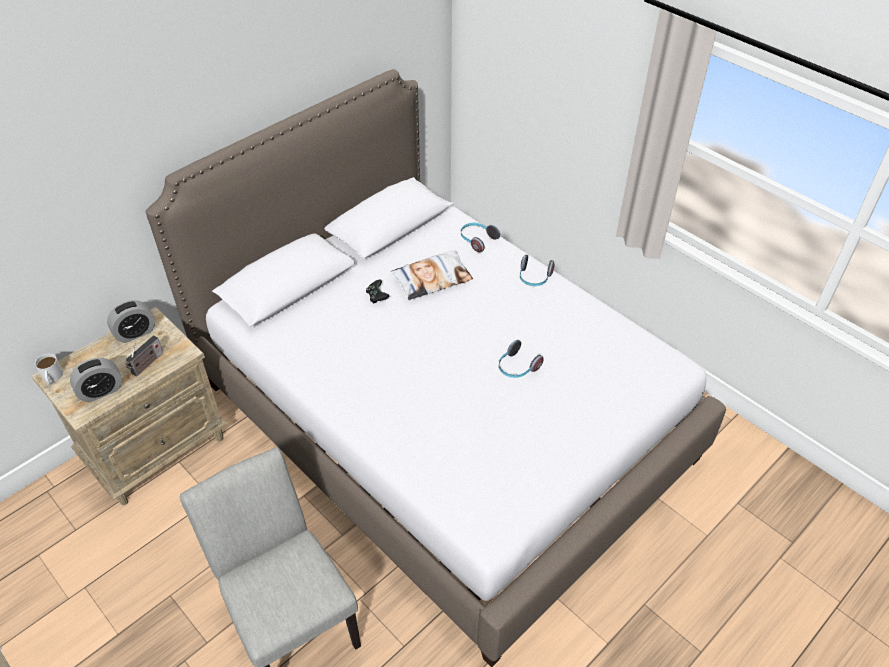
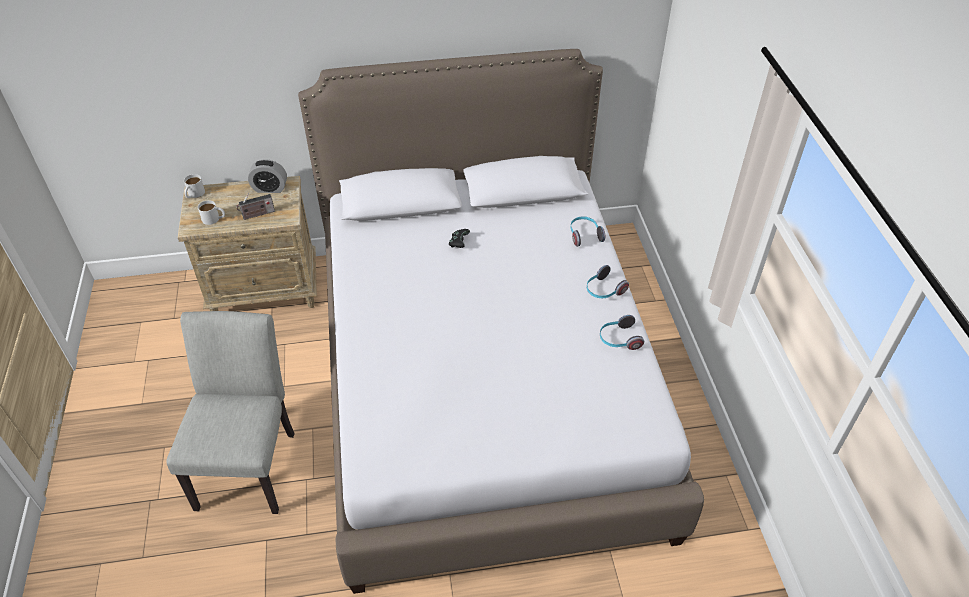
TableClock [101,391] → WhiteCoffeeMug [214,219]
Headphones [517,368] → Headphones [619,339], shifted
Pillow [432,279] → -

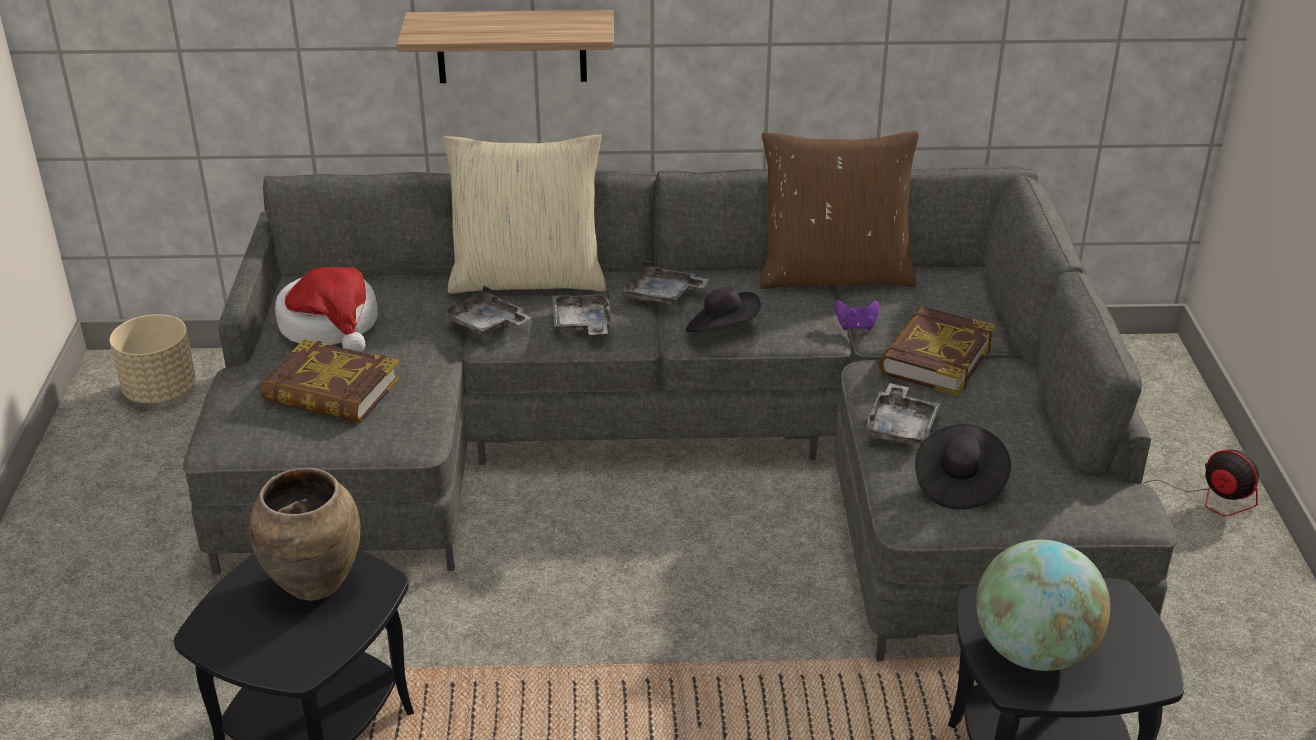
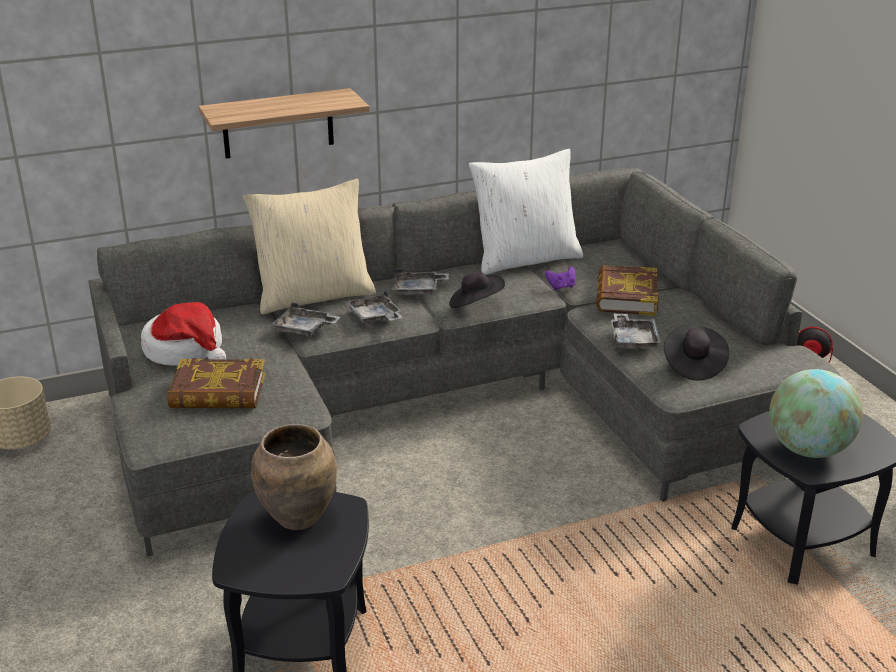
BrownishPillow [834,274] → WhitePillow [525,259]

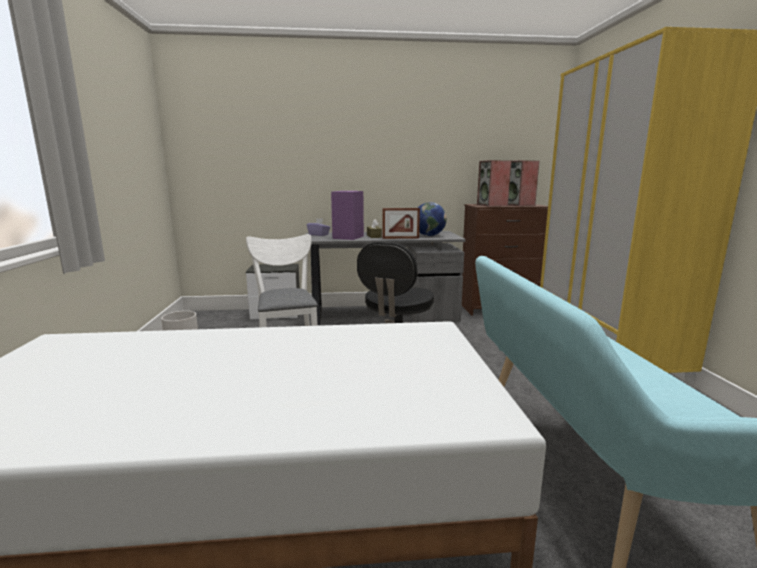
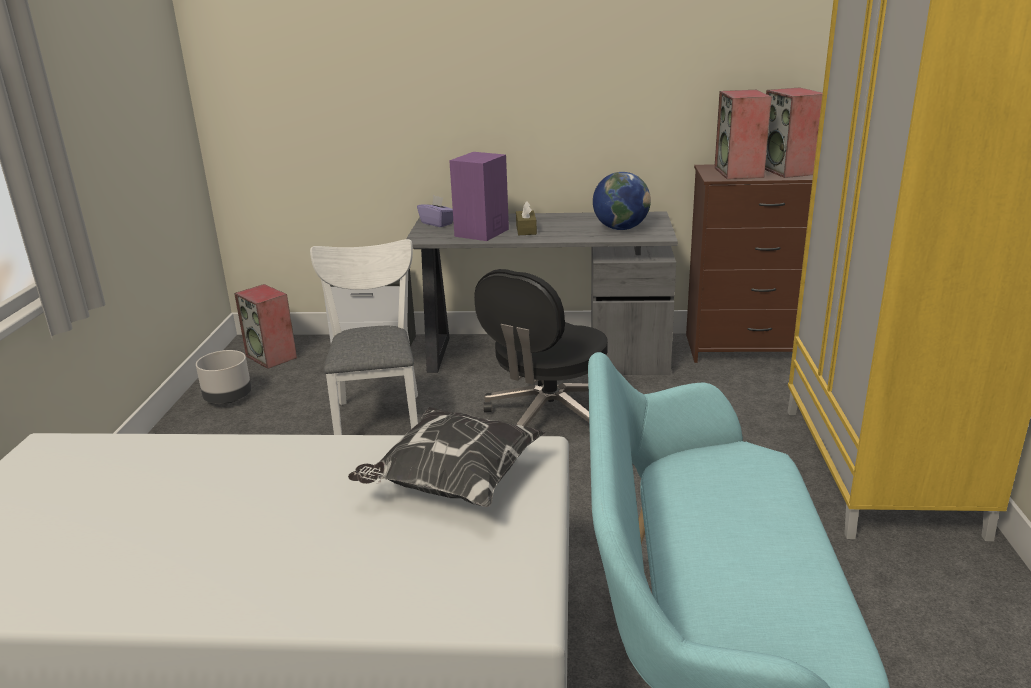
- → AudioSpeaker [272,357]
- → Pillow [452,484]
PictureFrame [400,238] → -

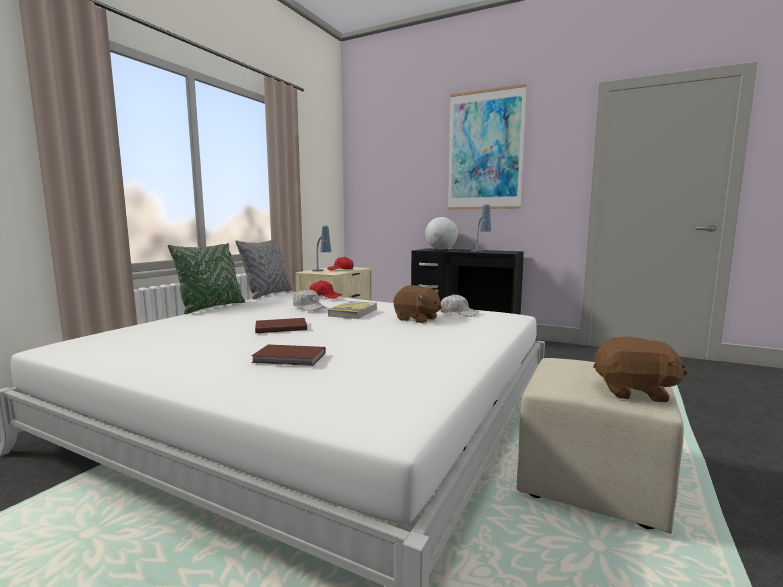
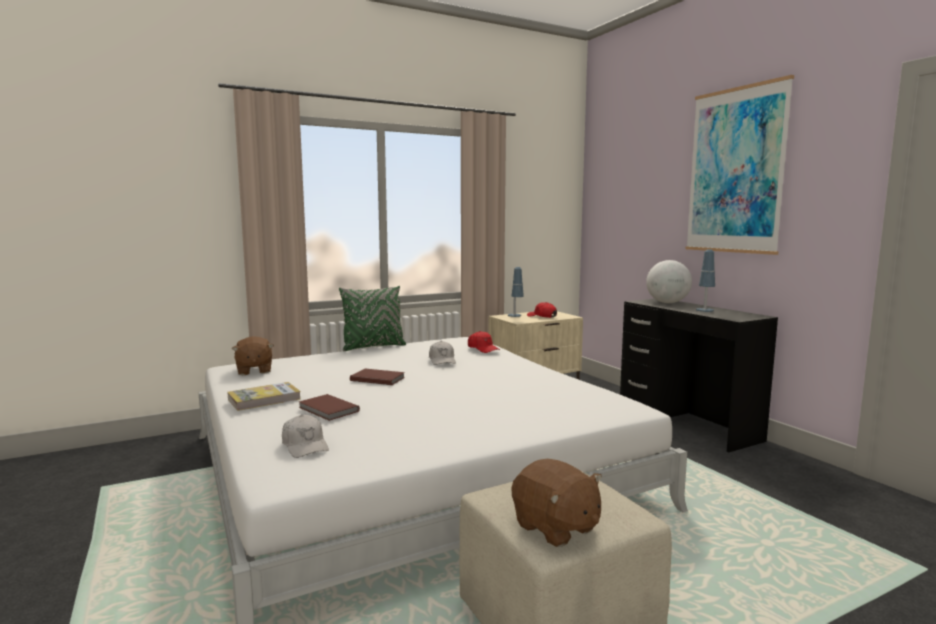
Volume [353,312] → Volume [264,399], shifted
BrownishSoftToy [417,319] → BrownishSoftToy [254,370], shifted
WhiteCap [458,313] → WhiteCap [305,445], shifted
GreyPillow [267,294] → -

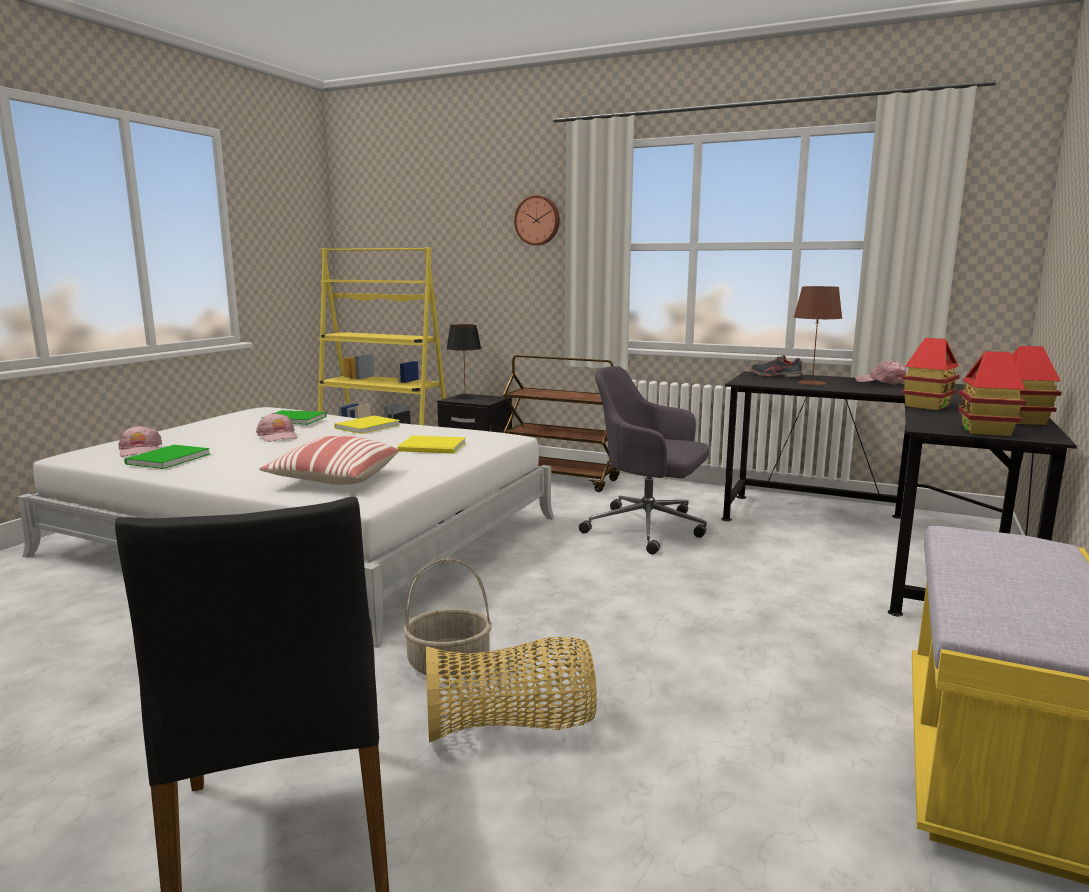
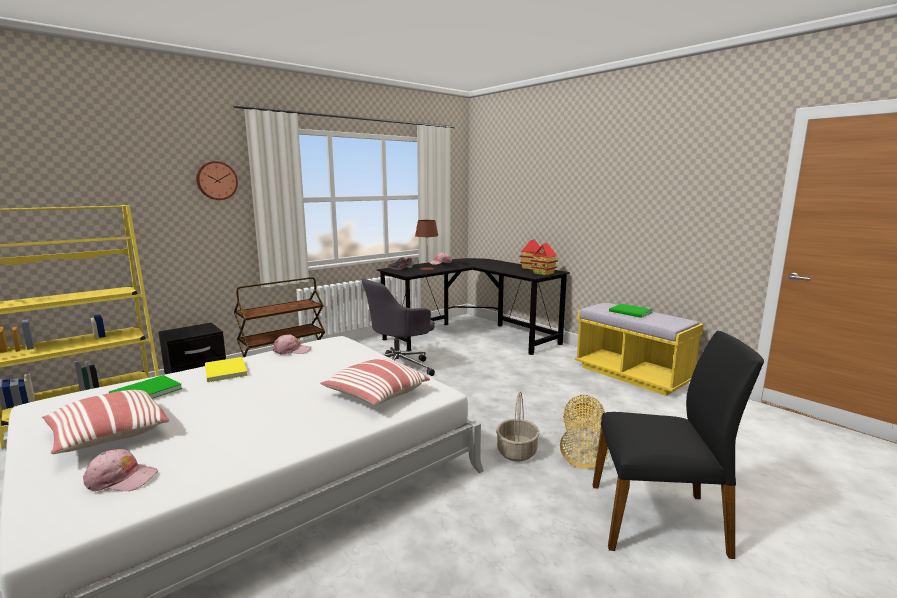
- → Pillow [107,435]
PinkCap [278,436] → PinkCap [291,350], shifted
GreenColouredVolume [165,459] → GreenColouredVolume [631,312], shifted
YellowVolume [434,447] → -
BlackTabletopLamp [465,397] → -
ModelHouse [927,406] → -

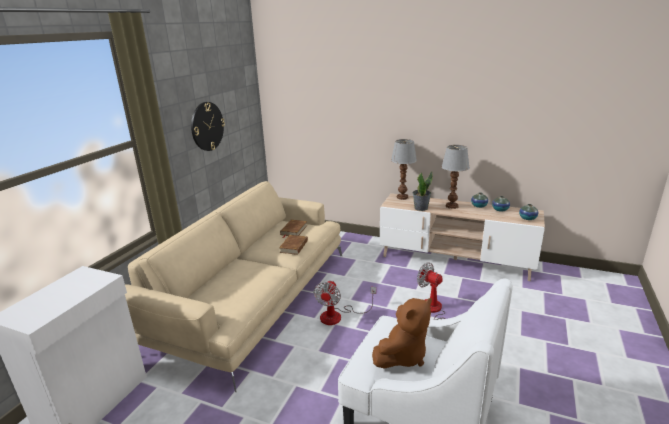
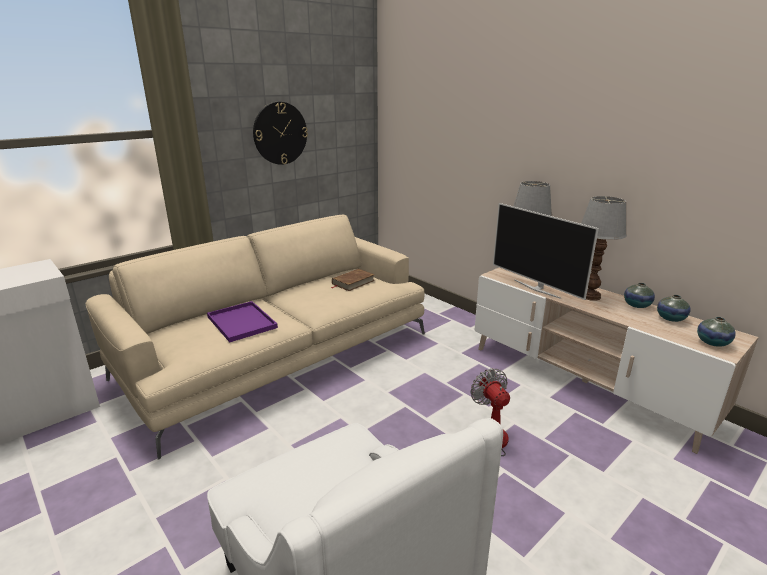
- → PurplishTray [243,322]
PlantInAPot [420,208] → Tv [537,288]
BrownishVolume [294,246] → -
Fan [338,316] → -
BrownishSoftToy [402,356] → -

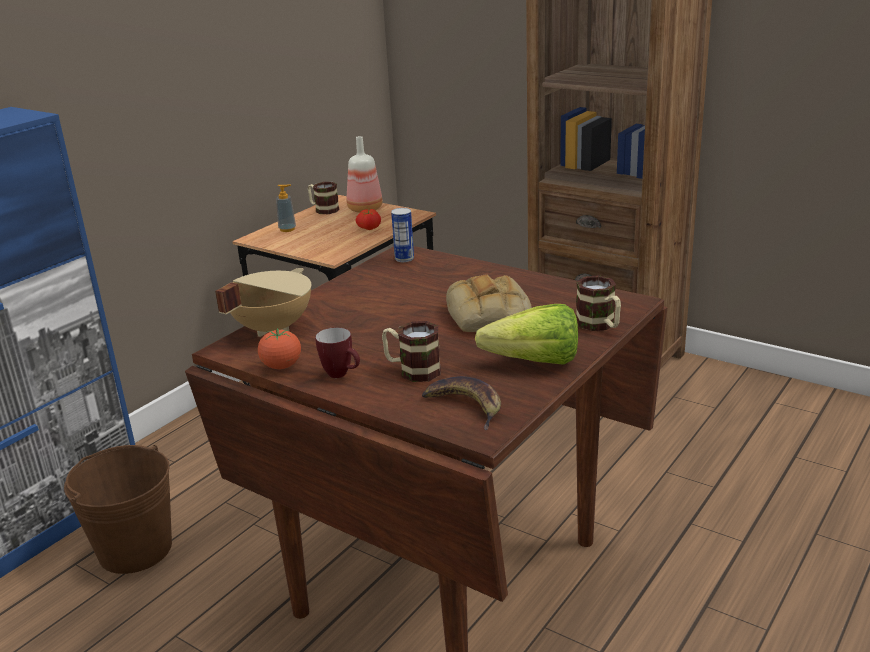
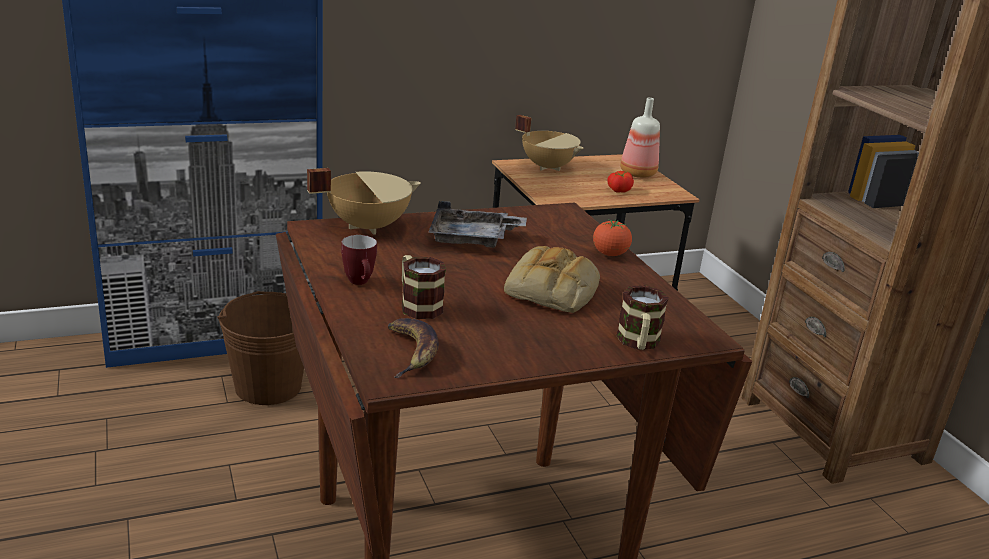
- → GreyTray [472,239]
SoapDispenser [287,229] → BeigeStockpot [548,166]
Tomato [281,366] → Tomato [610,254], shifted
CoffeeMug [323,209] → -
Can [404,259] → -
Lettuce [526,362] → -

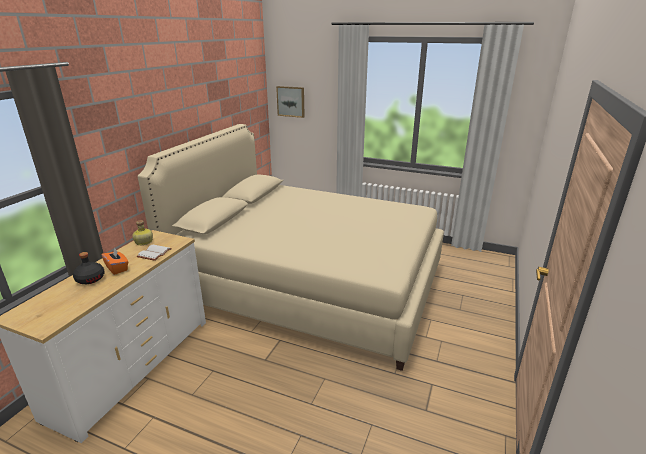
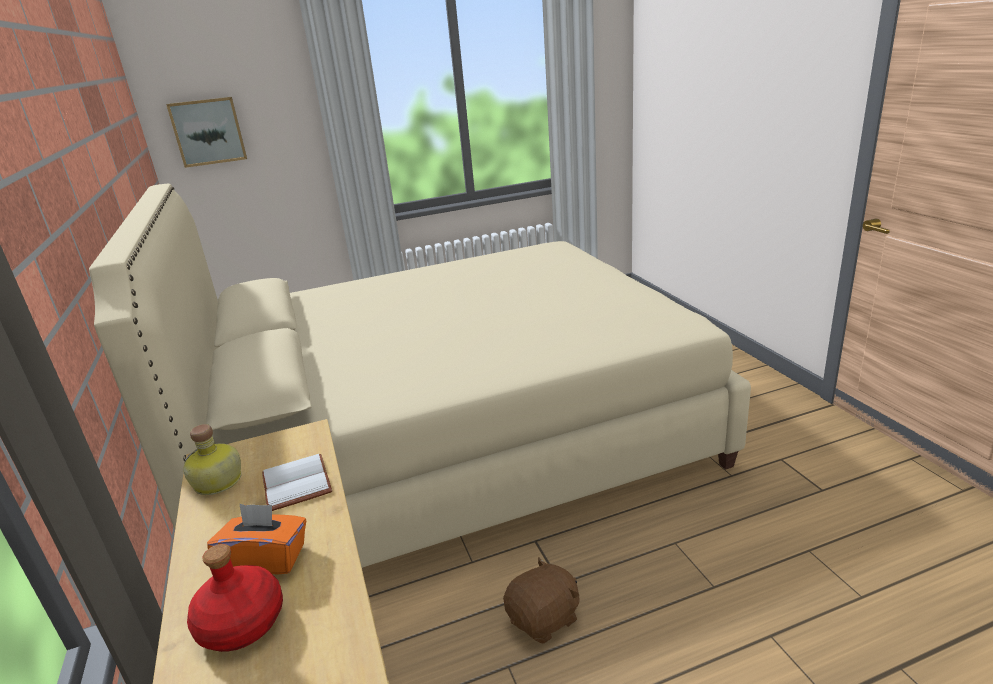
BlackDrinkBottle [90,279] → RedColouredDrinkBottle [241,623]
- → BrownishSoftToy [544,619]

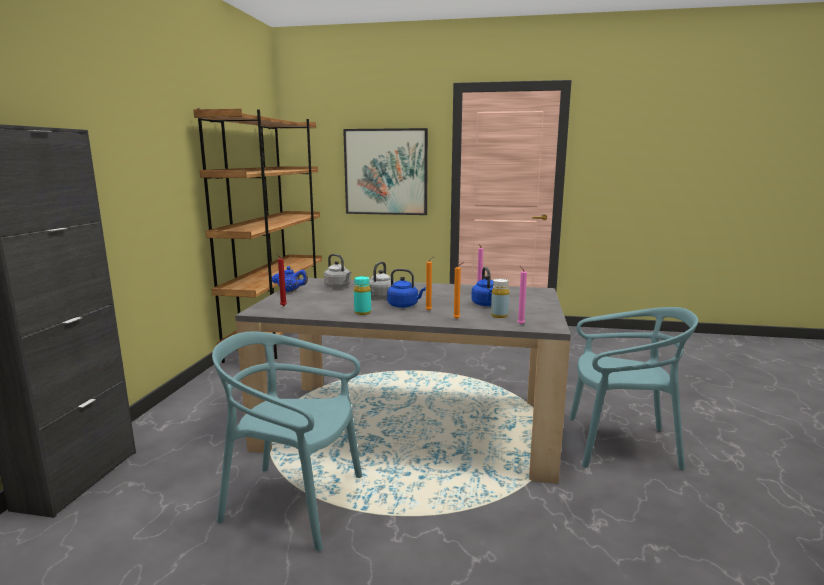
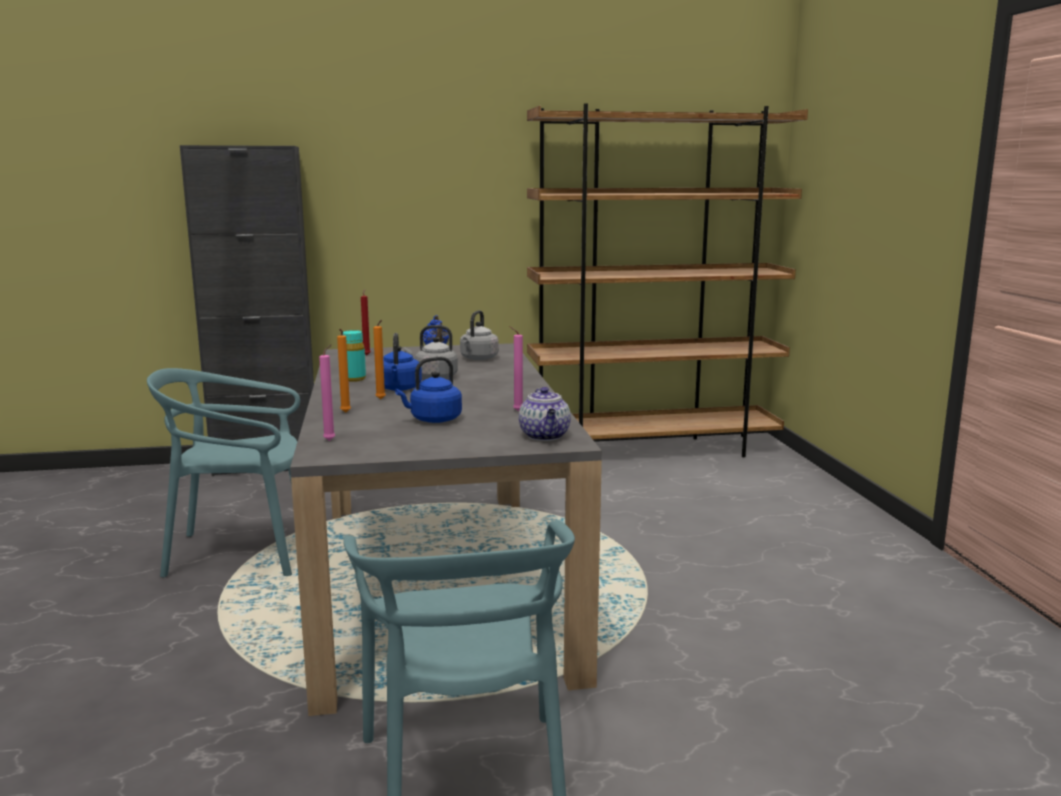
TurquoiseChair [294,502] → TurquoiseChair [240,552], 90 degrees counterclockwise
- → Teapot [545,436]
WallPicture [386,172] → -
YellowDrinkBottle [499,315] → -

